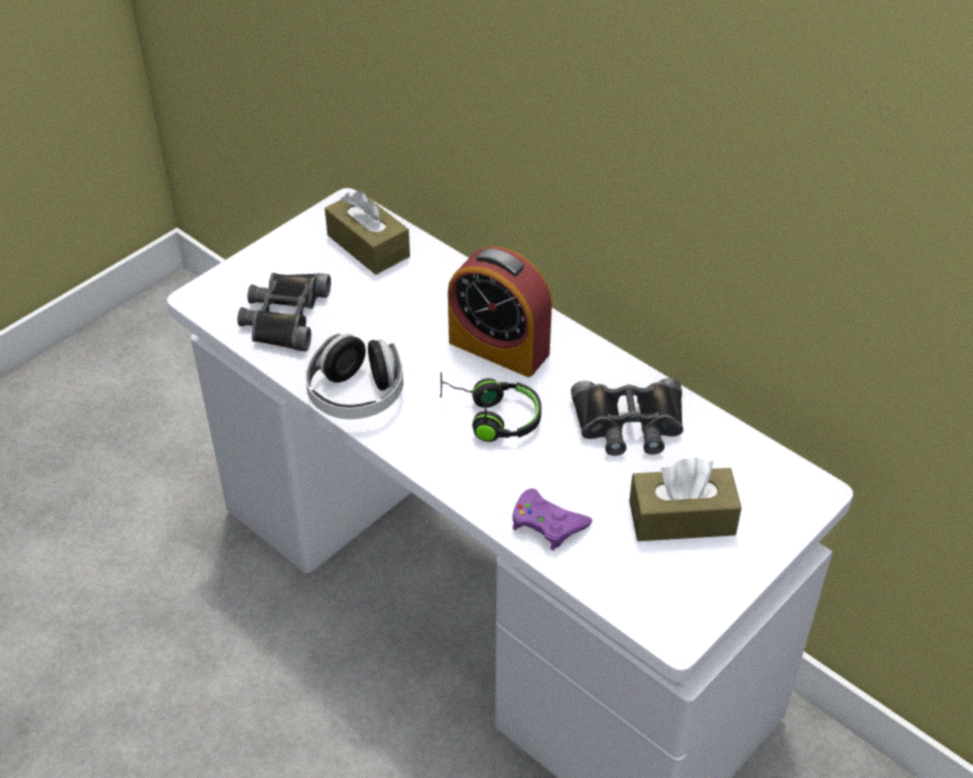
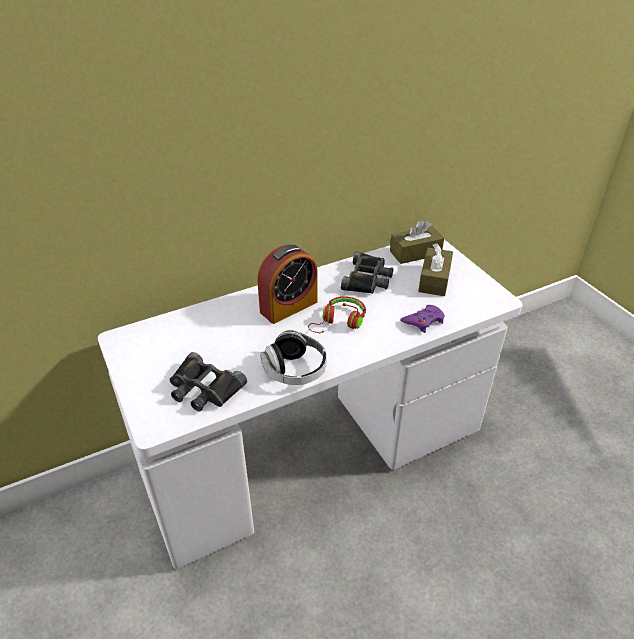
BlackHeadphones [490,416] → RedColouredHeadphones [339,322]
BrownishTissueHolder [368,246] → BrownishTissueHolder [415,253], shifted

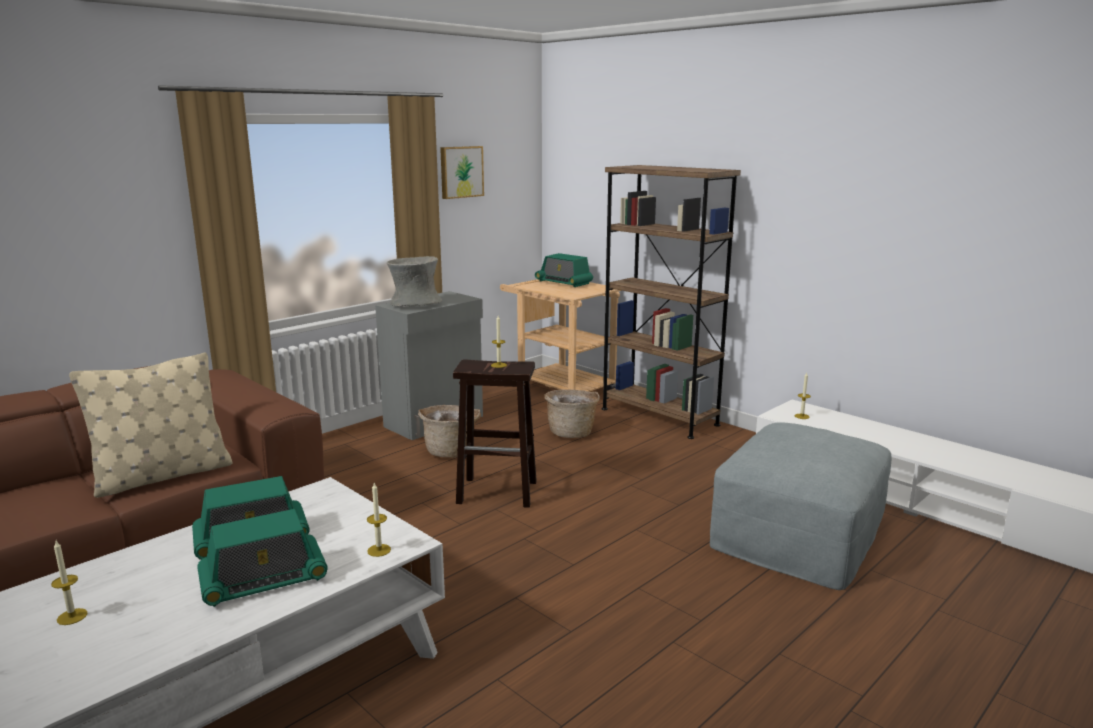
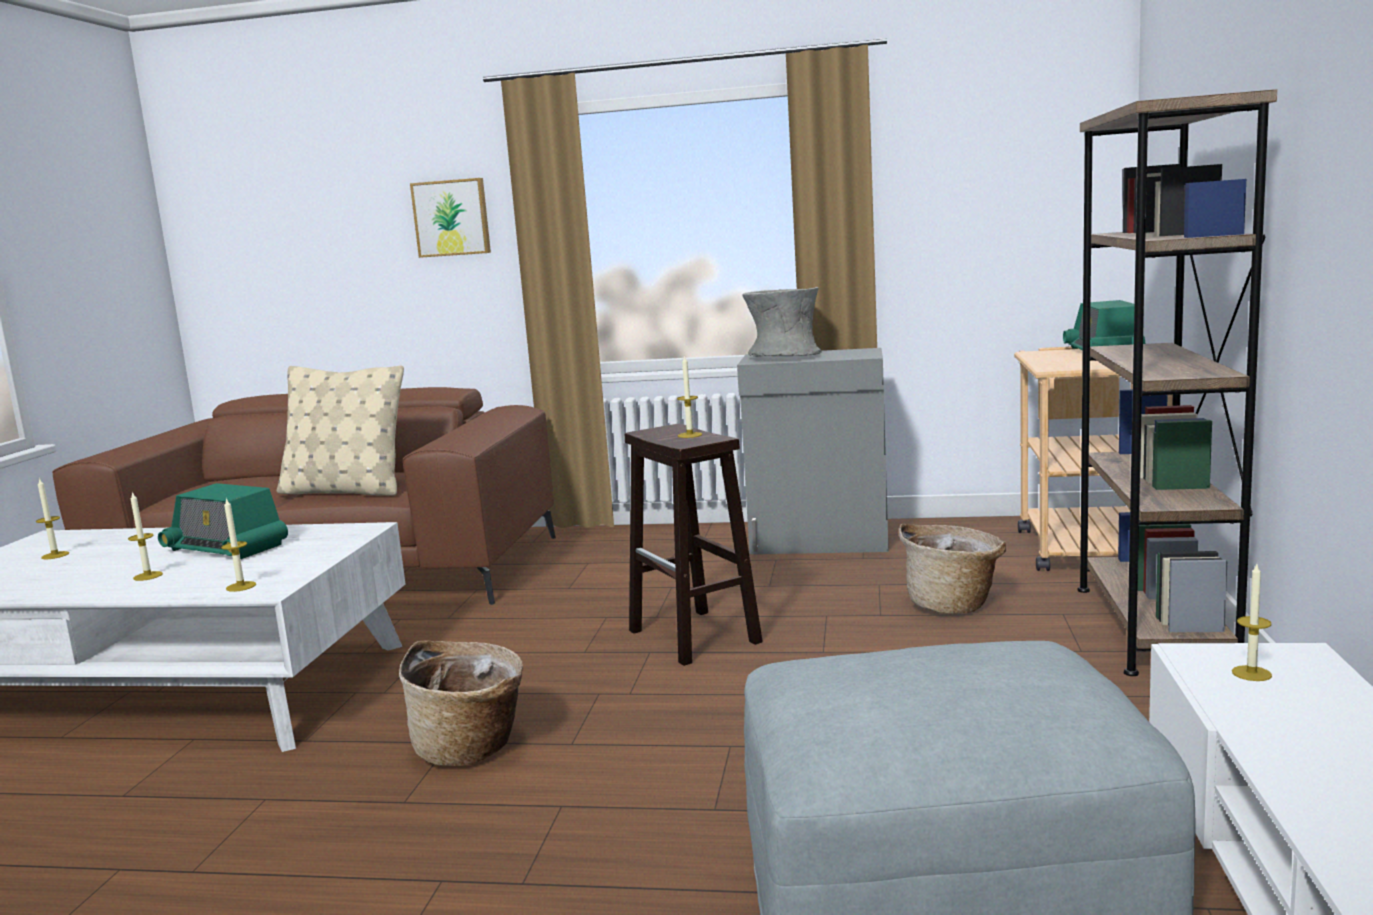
RadioReceiver [264,580] → WaxCandle [148,576]
HouseholdBasket [451,451] → HouseholdBasket [471,748], shifted
WallPicture [460,172] → WallPicture [452,218], shifted

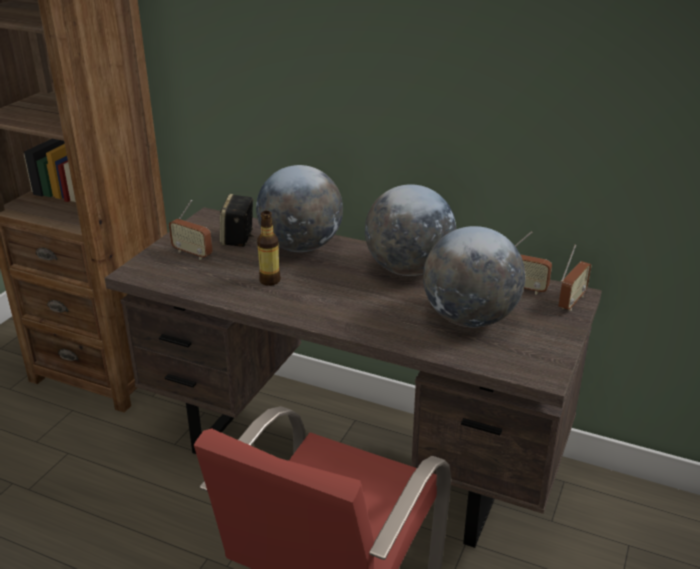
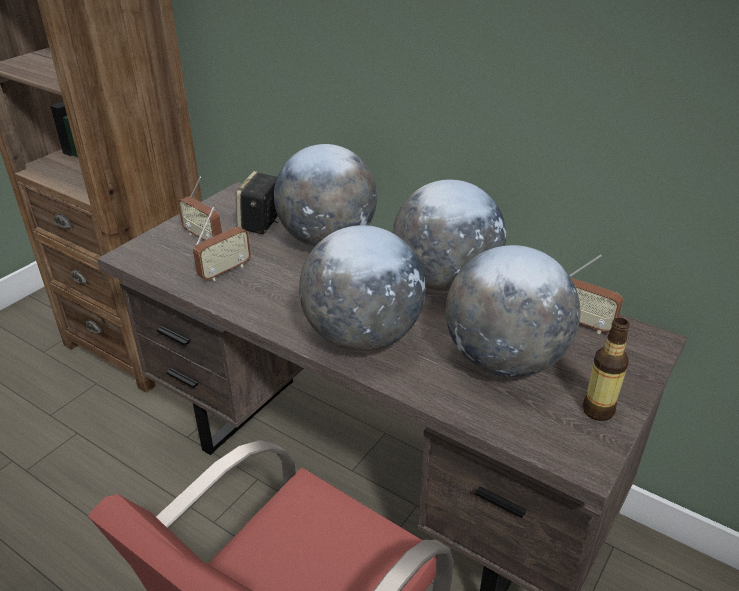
RadioReceiver [571,302] → RadioReceiver [225,271], shifted
- → Globe [362,337]
DrinkBottle [270,280] → DrinkBottle [597,410], shifted

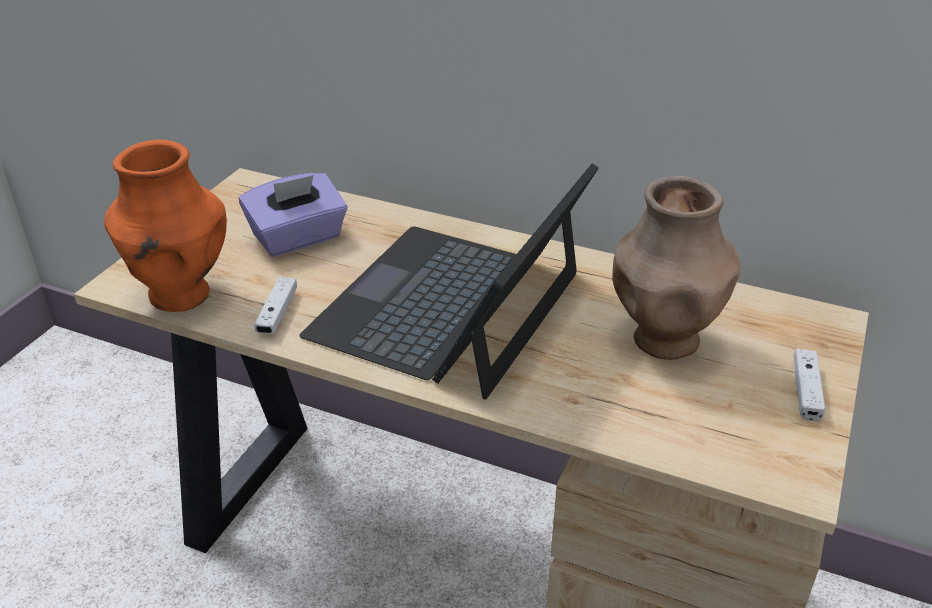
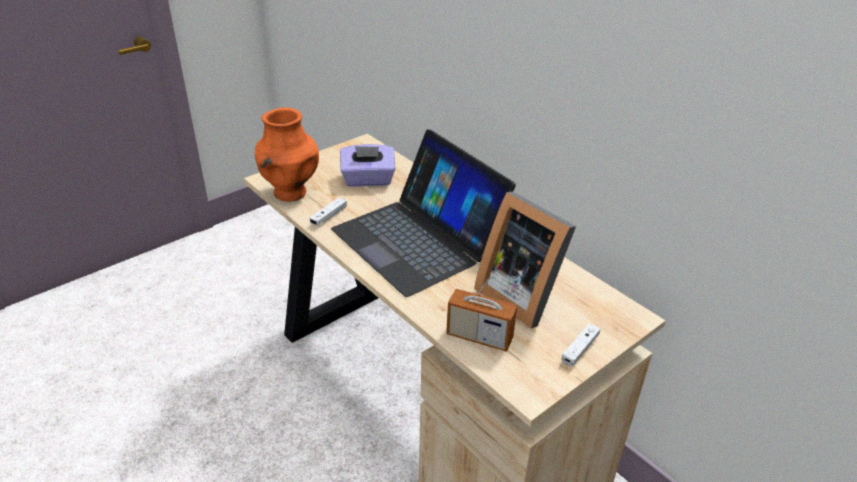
NotebookComputer [450,306] → NotebookComputer [418,239], 90 degrees counterclockwise
- → RadioReceiver [479,336]
BrownishFlowerVase [663,340] → PictureFrame [520,294]

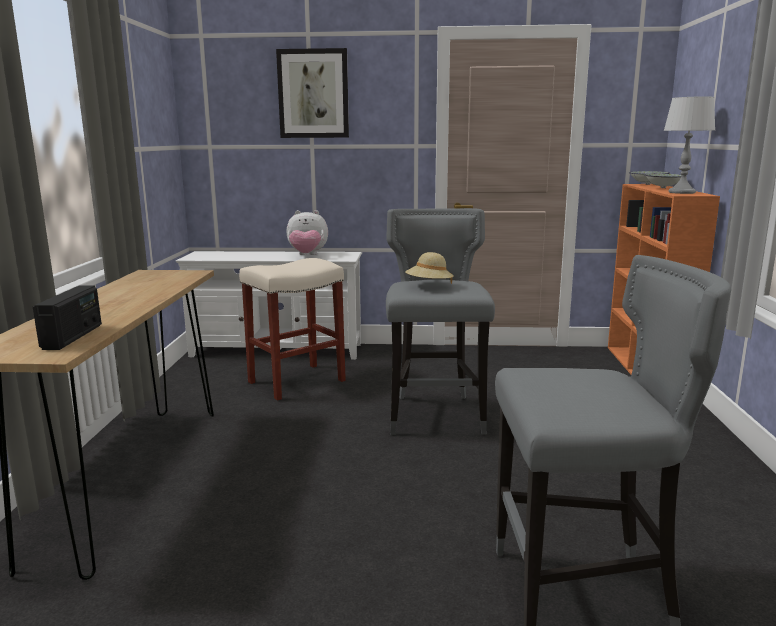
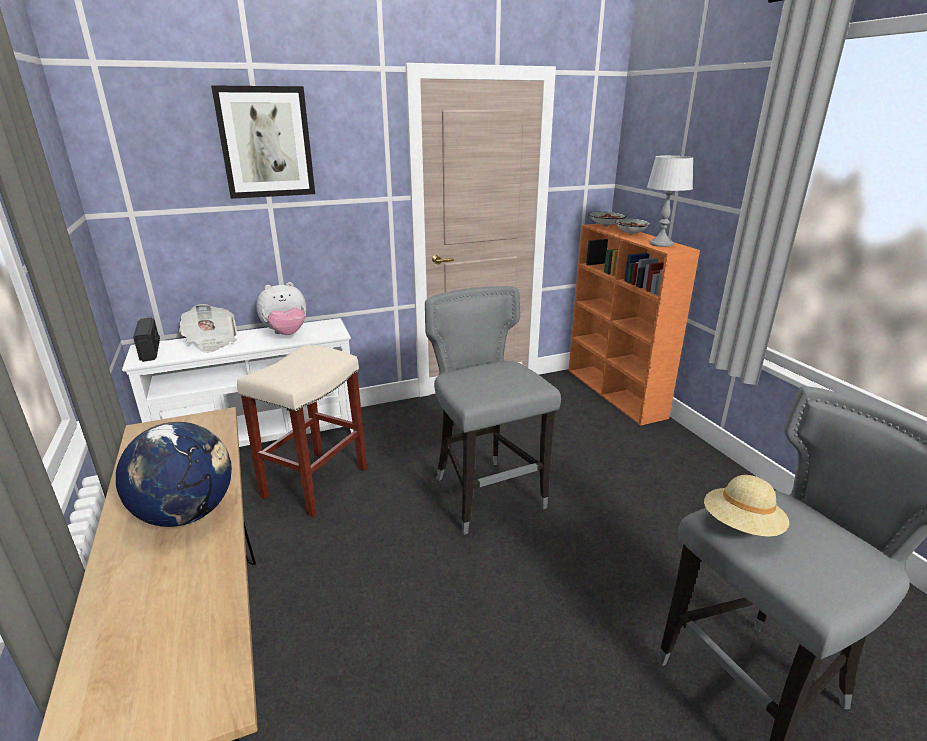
- → Globe [187,513]
RadioReceiver [73,337] → RadioReceiver [150,351], shifted
- → PrintedPaper [211,342]
BeigeHat [429,286] → BeigeHat [741,526], shifted

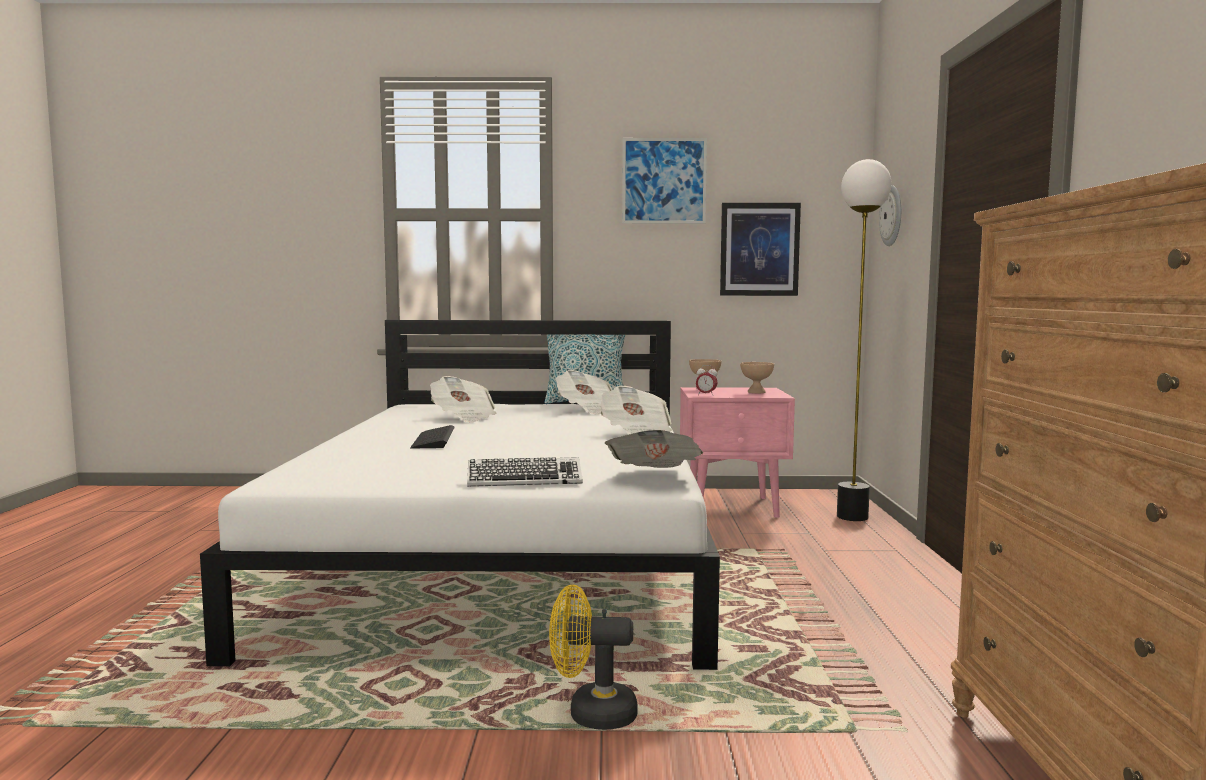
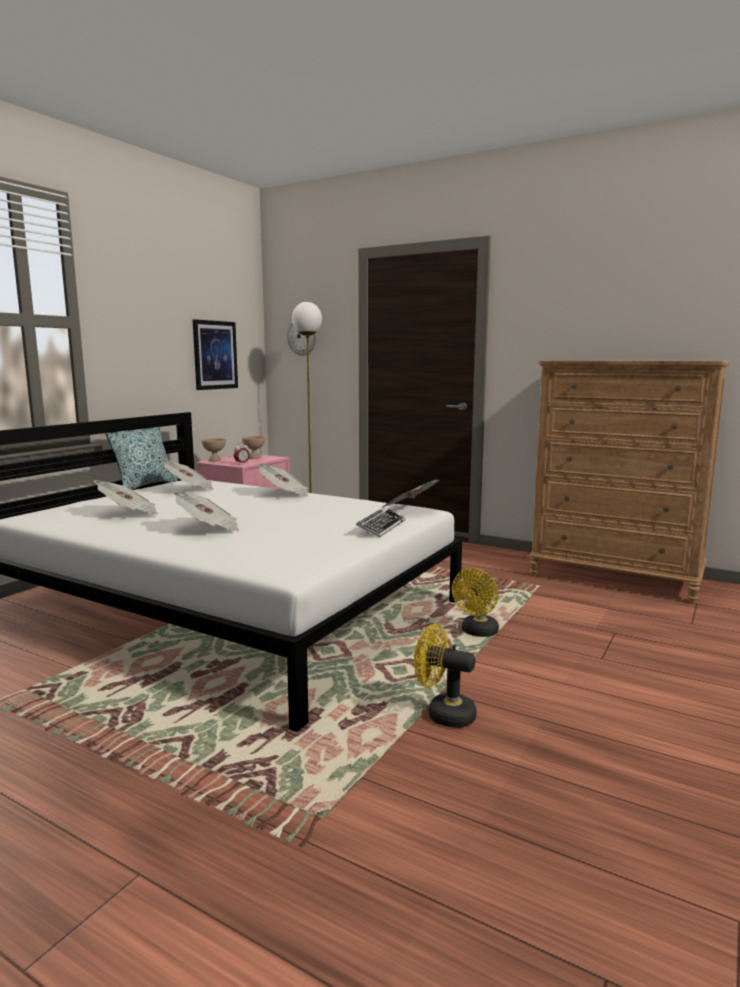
Keyboard [433,439] → PrintedPaper [209,528]
- → YellowFan [443,714]
WallPicture [664,181] → -

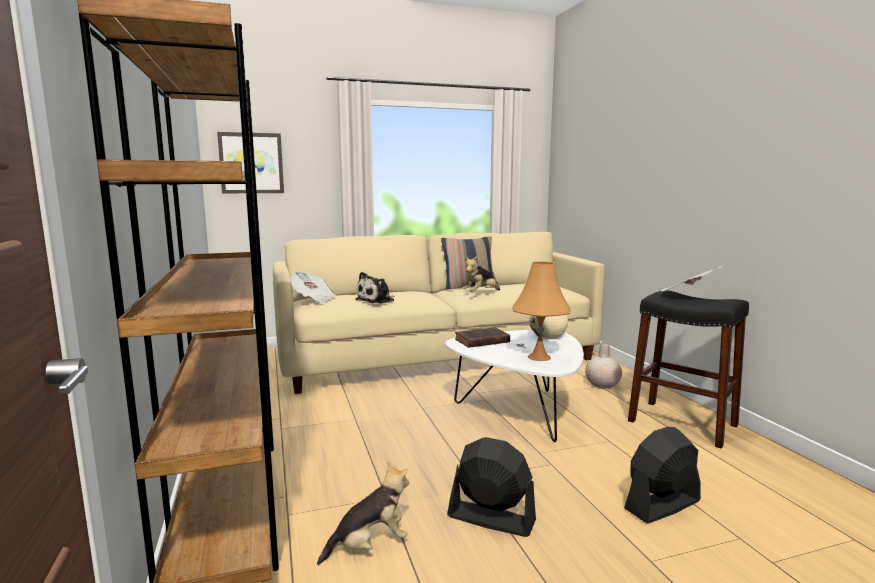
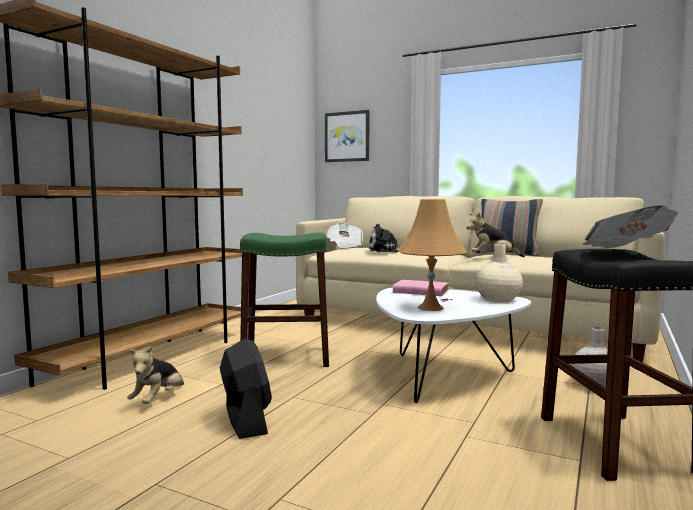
SoftToy [369,545] → SoftToy [158,399], 90 degrees clockwise
- → GreenColouredSittingStool [287,357]
BrownishVolume [480,341] → PinkVolume [419,291]
BlackFan [662,505] → -

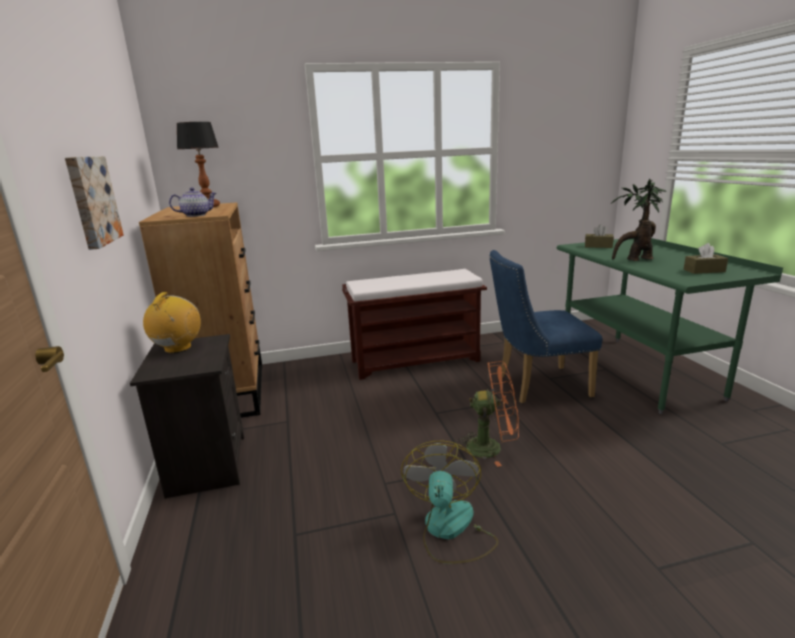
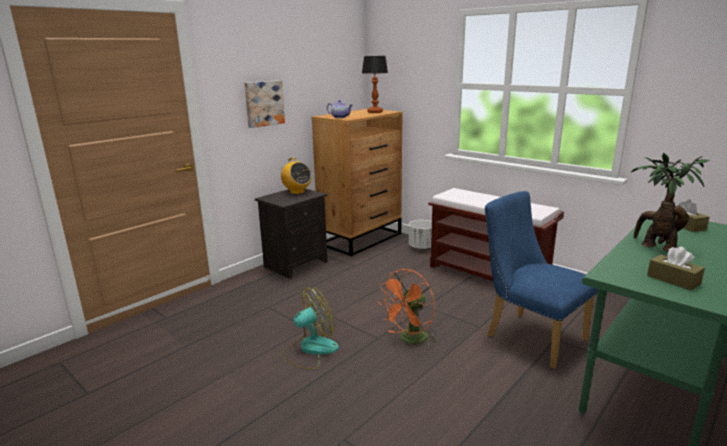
RadioReceiver [178,348] → RadioReceiver [297,192], 75 degrees clockwise
OrangeColouredFan [491,447] → OrangeColouredFan [409,340], 75 degrees clockwise
- → WhiteFlowerPot [421,247]

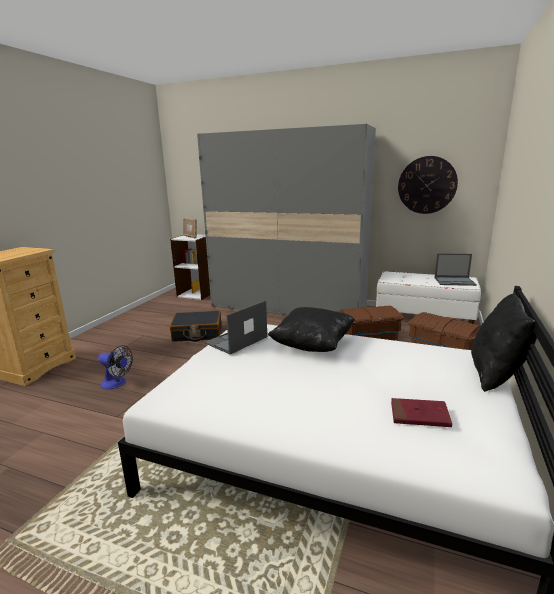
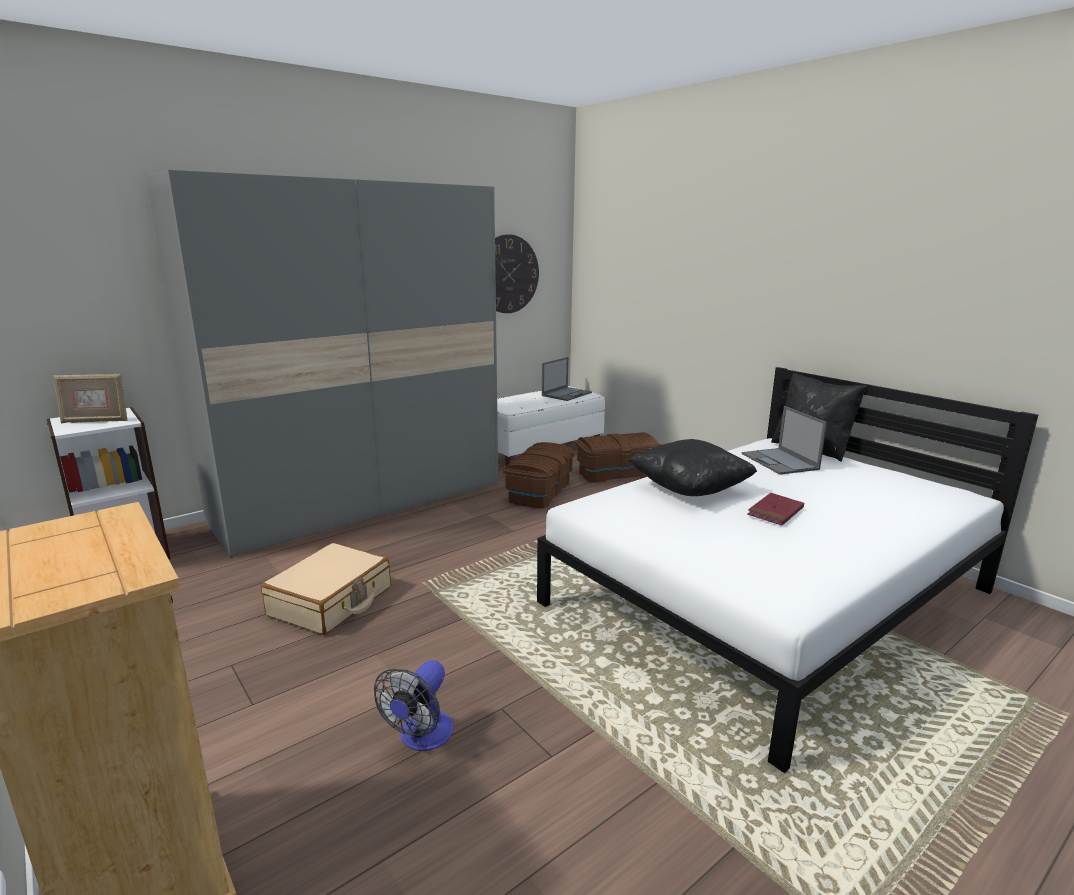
BlackTravelCase [197,333] → BeigeTravelCase [331,601]
Fan [117,383] → Fan [421,738], 150 degrees clockwise
NotebookComputer [236,340] → NotebookComputer [780,462], shifted
RedColouredVolume [419,415] → RedColouredVolume [775,512], shifted

